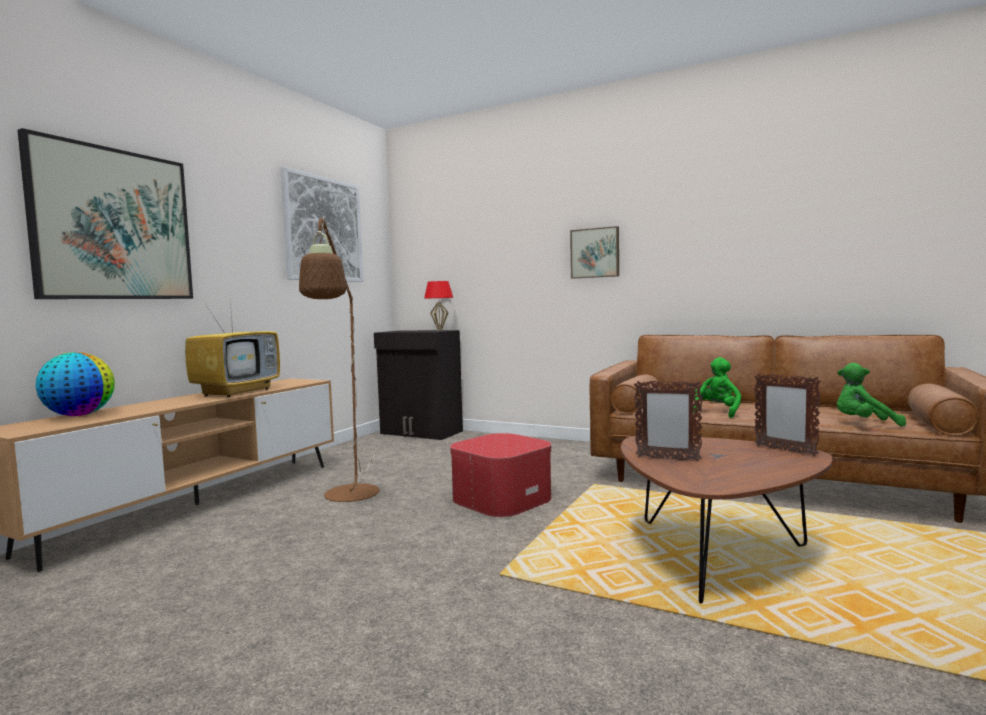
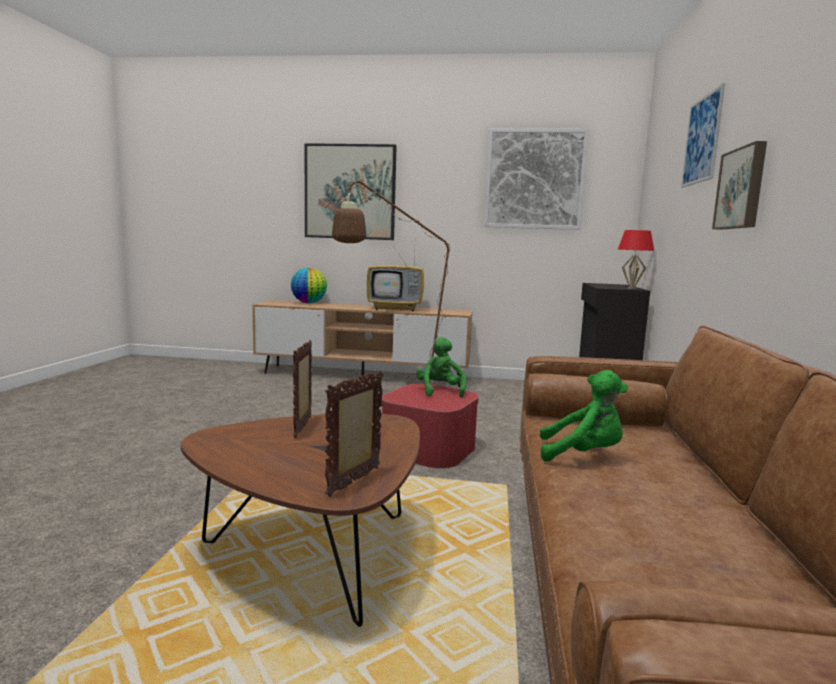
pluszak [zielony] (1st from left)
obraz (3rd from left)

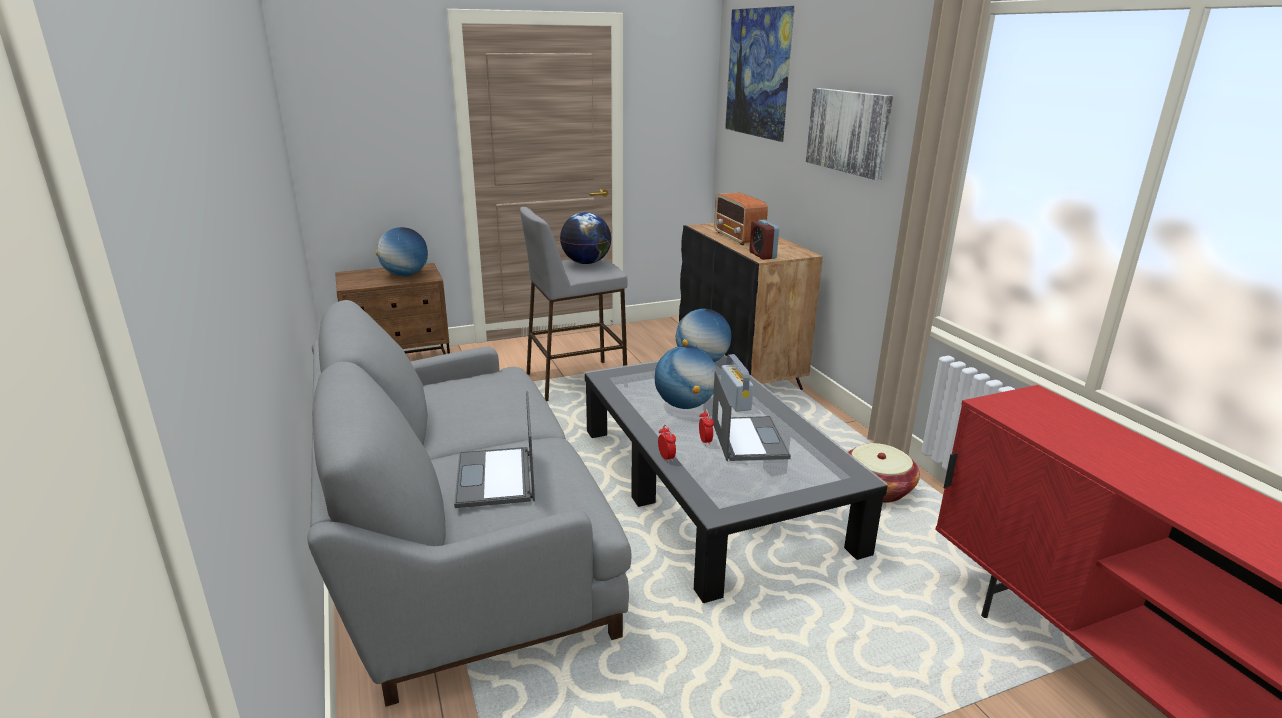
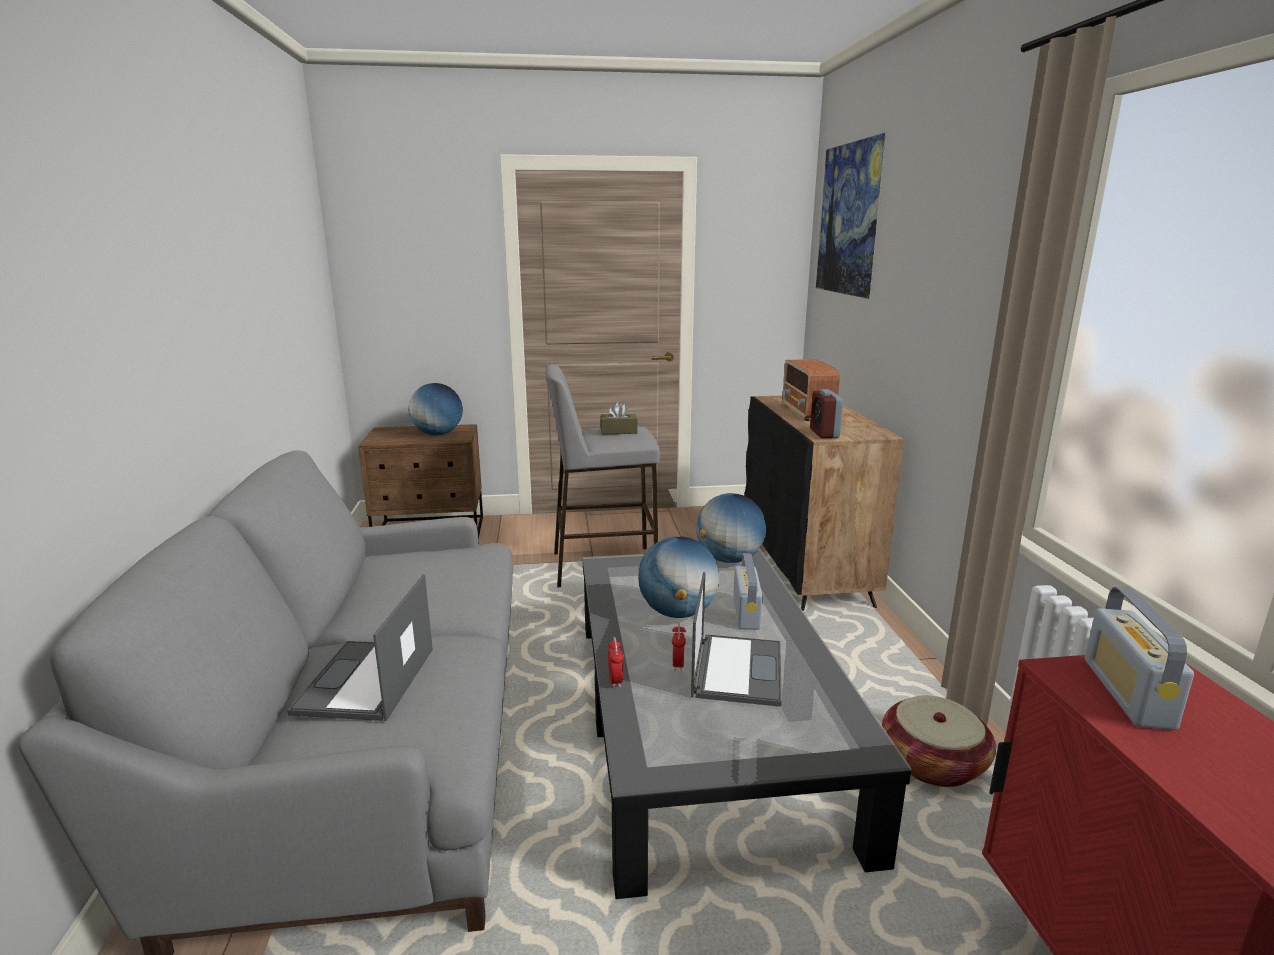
pudełko chusteczek [brązowy]
radio (3rd from left)
obraz (2nd from left in the first image)

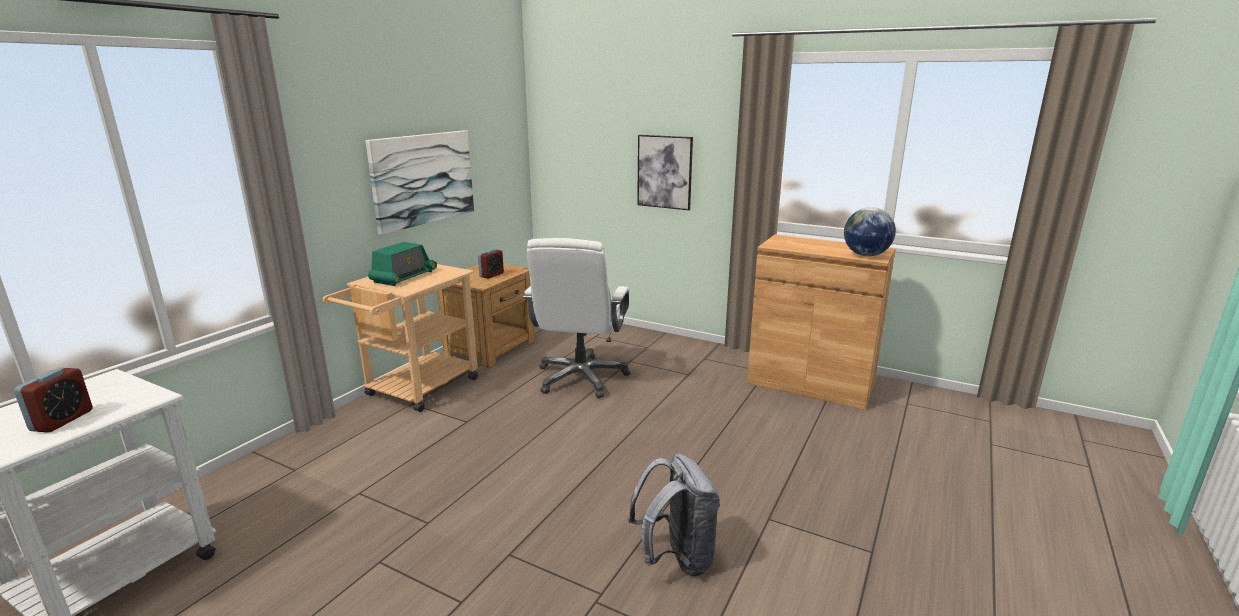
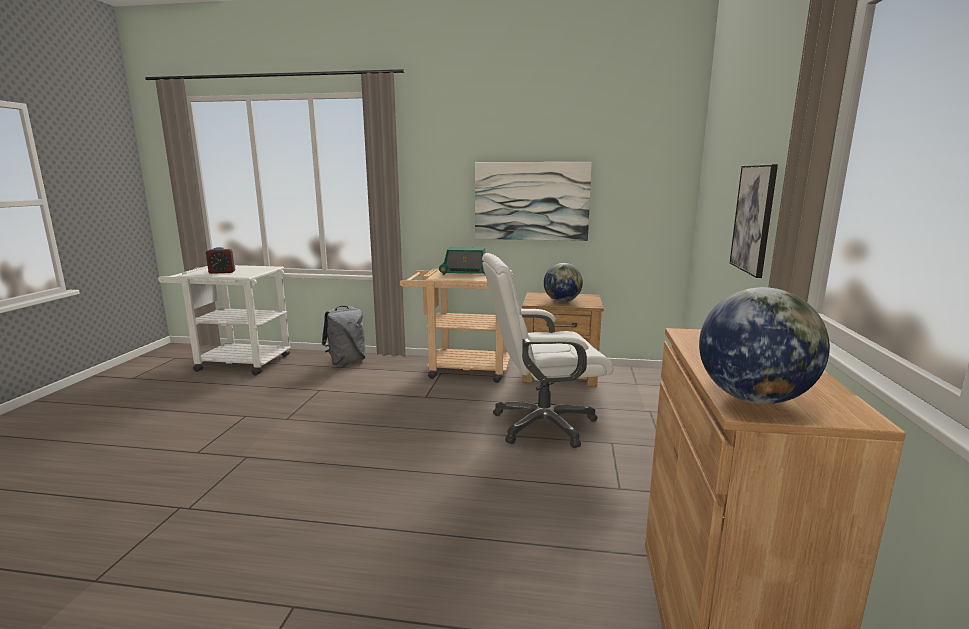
plecak [szary]
globus (1st from left)

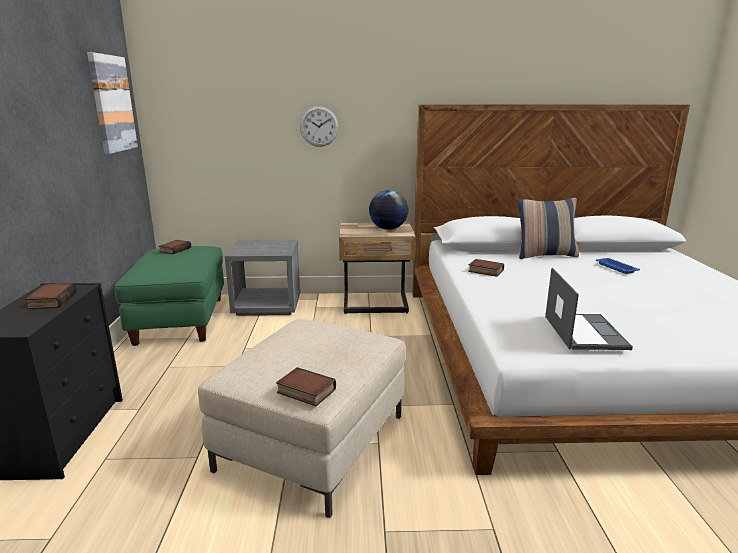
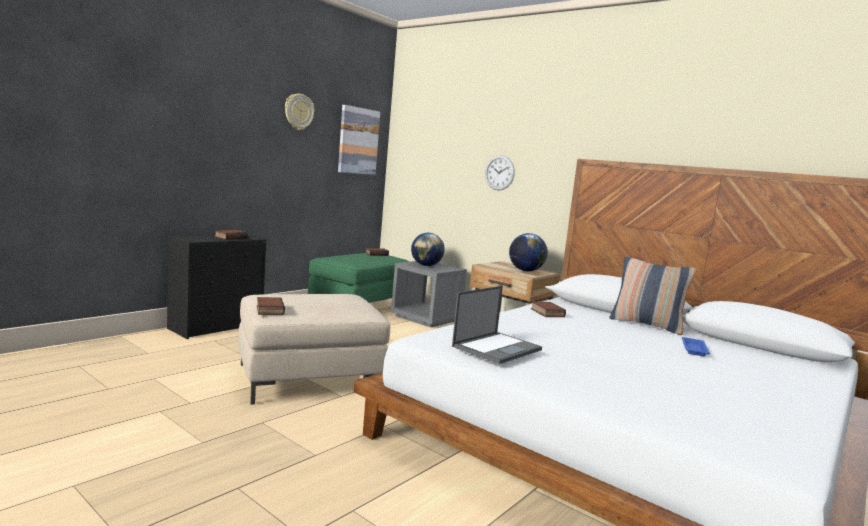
zegar ścienny (1st from left)
globus (1st from left)

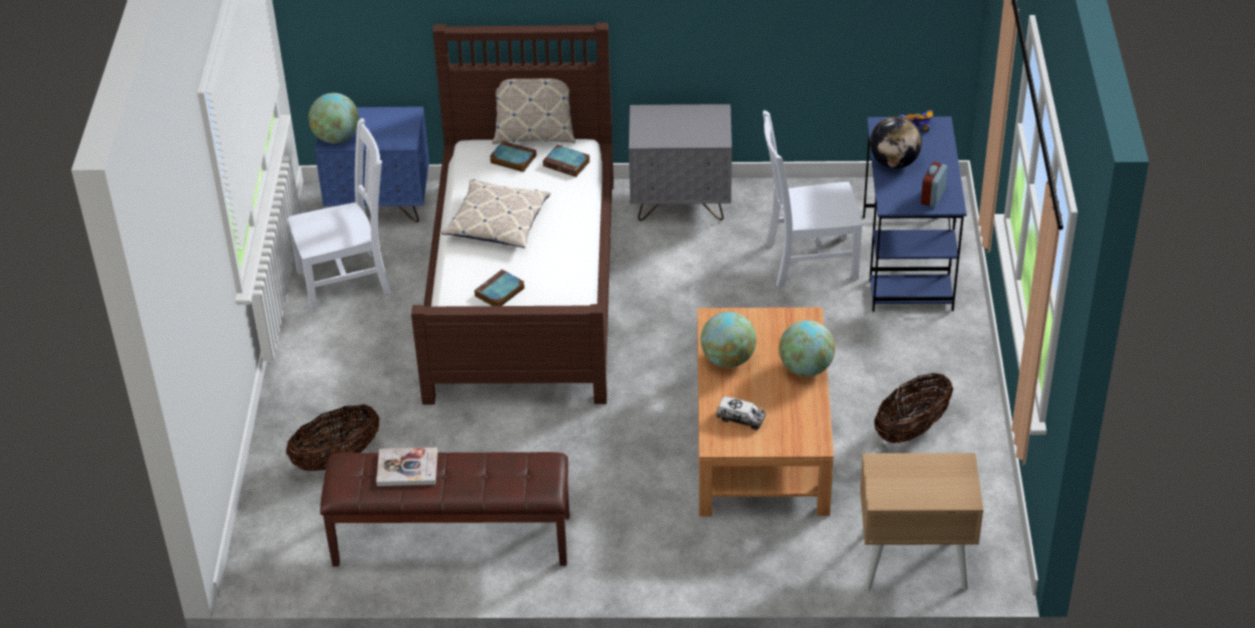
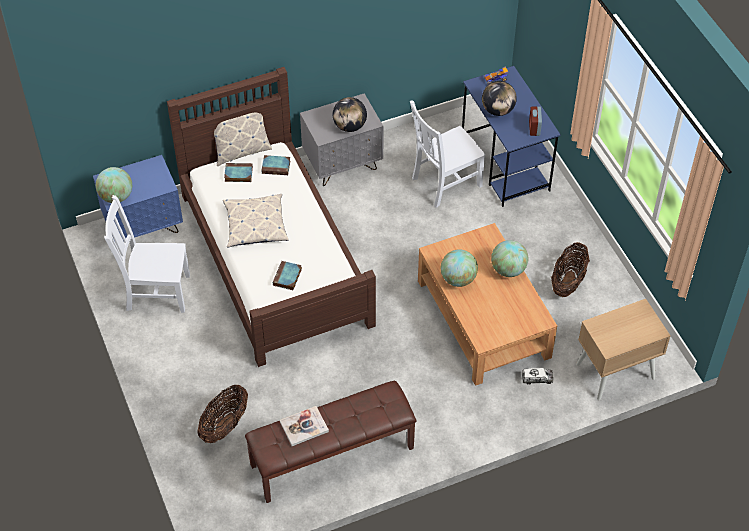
krzesło [biały] (1st from left)
globus (2nd from left)
ciężarówka zabawkowa

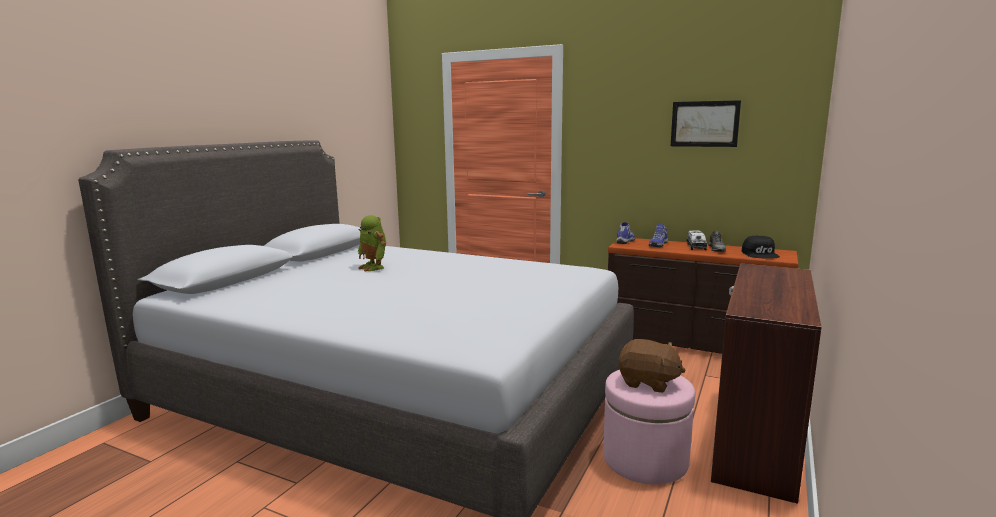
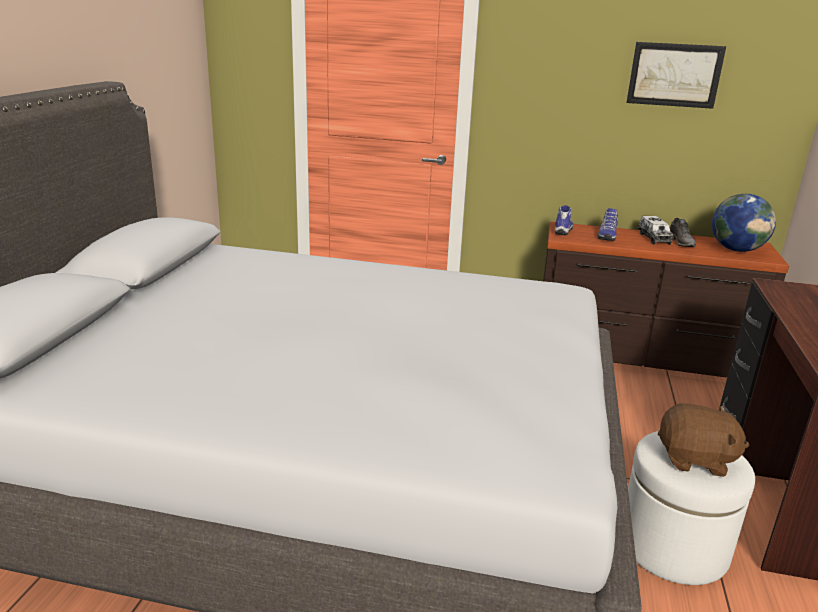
pufa [biały]
globus
robot zabawkowy

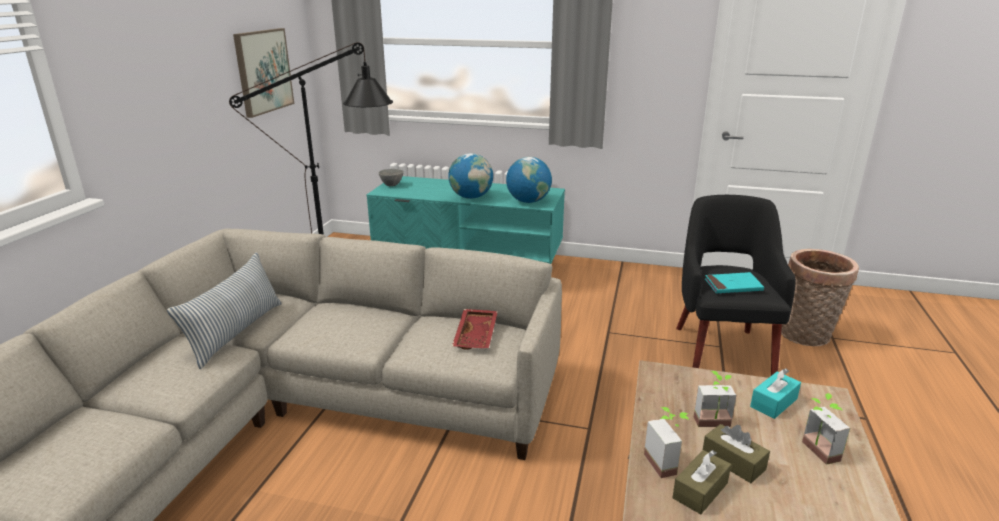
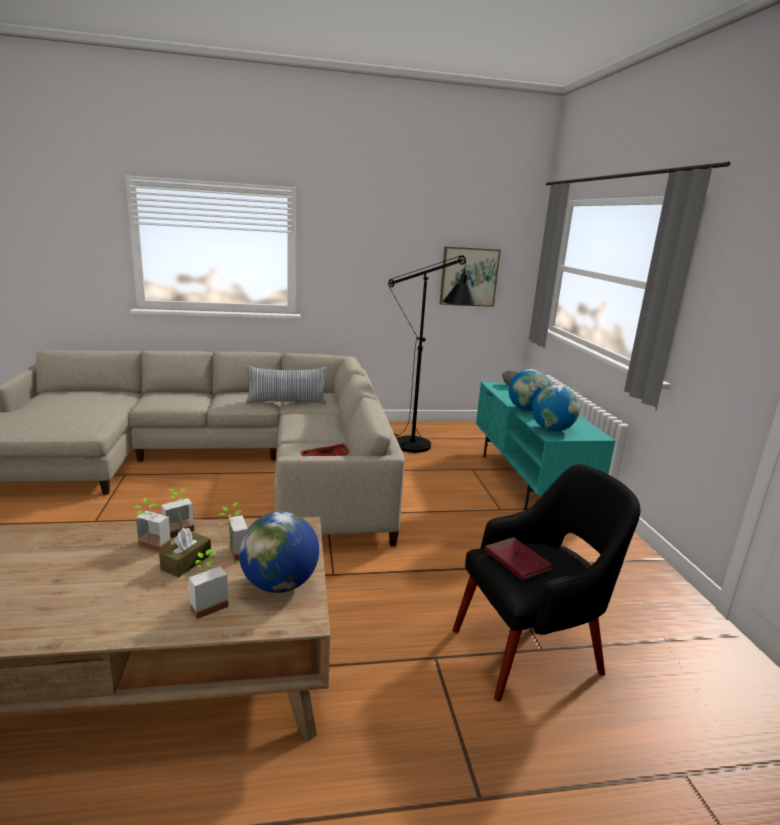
roślina doniczkowa (1st from left)
globus (1st from left)
książka [czerwony]
koszyk

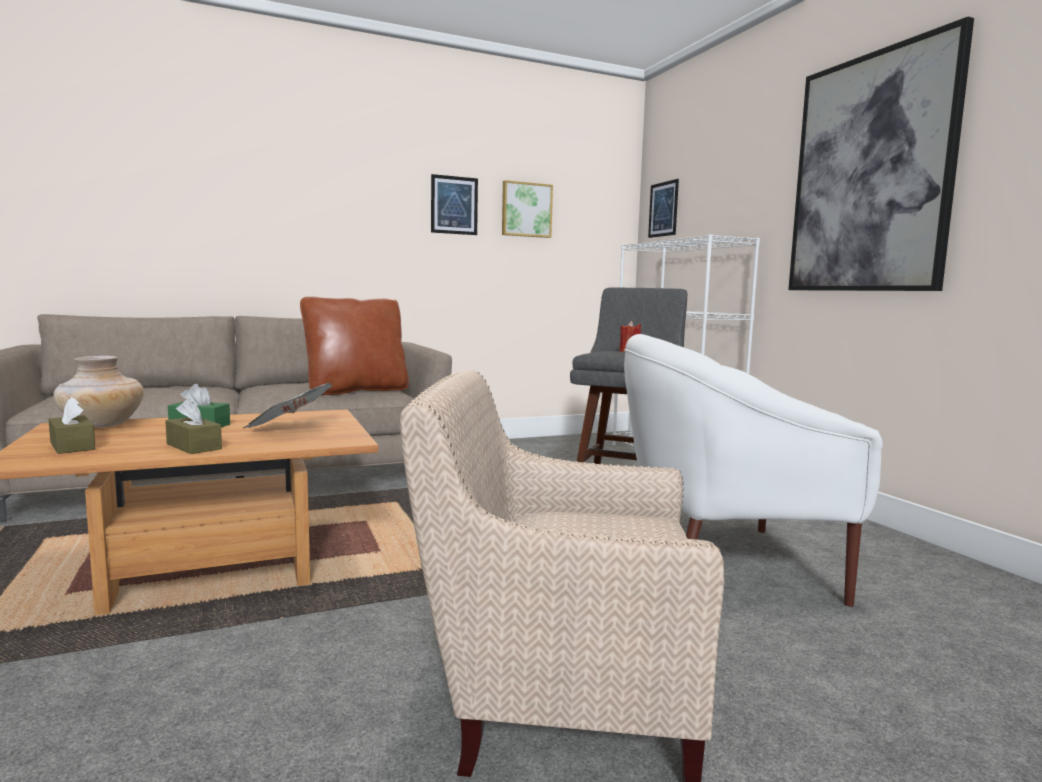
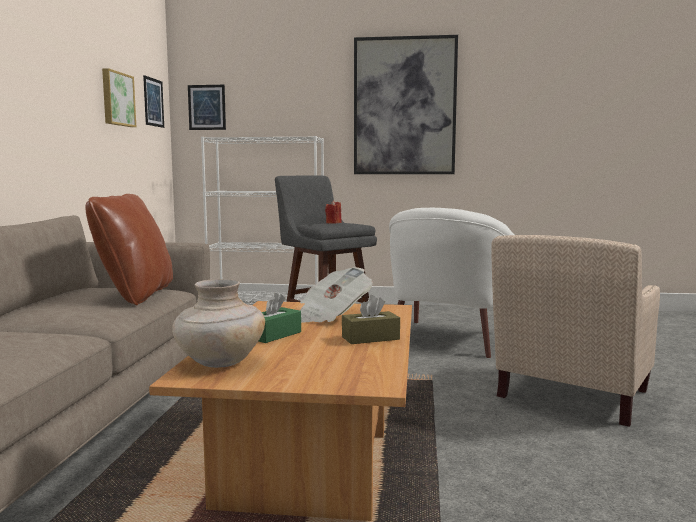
obraz (2nd from left)
pudełko chusteczek [brązowy] (1st from left in the first image)

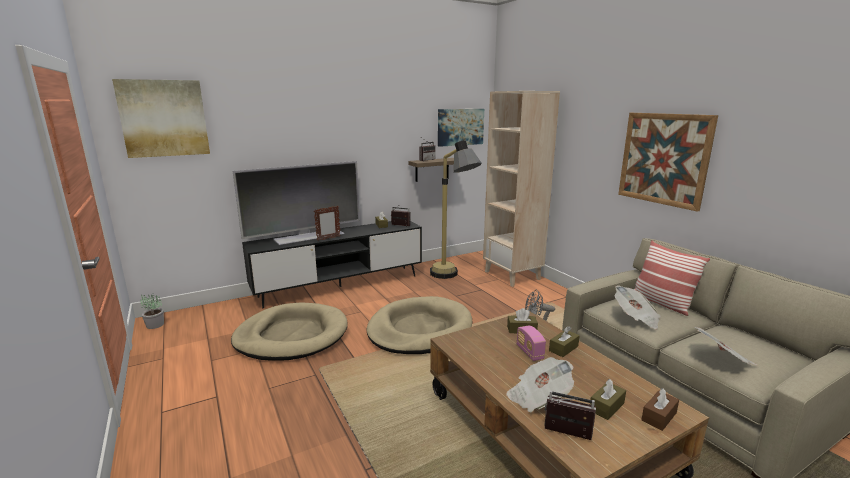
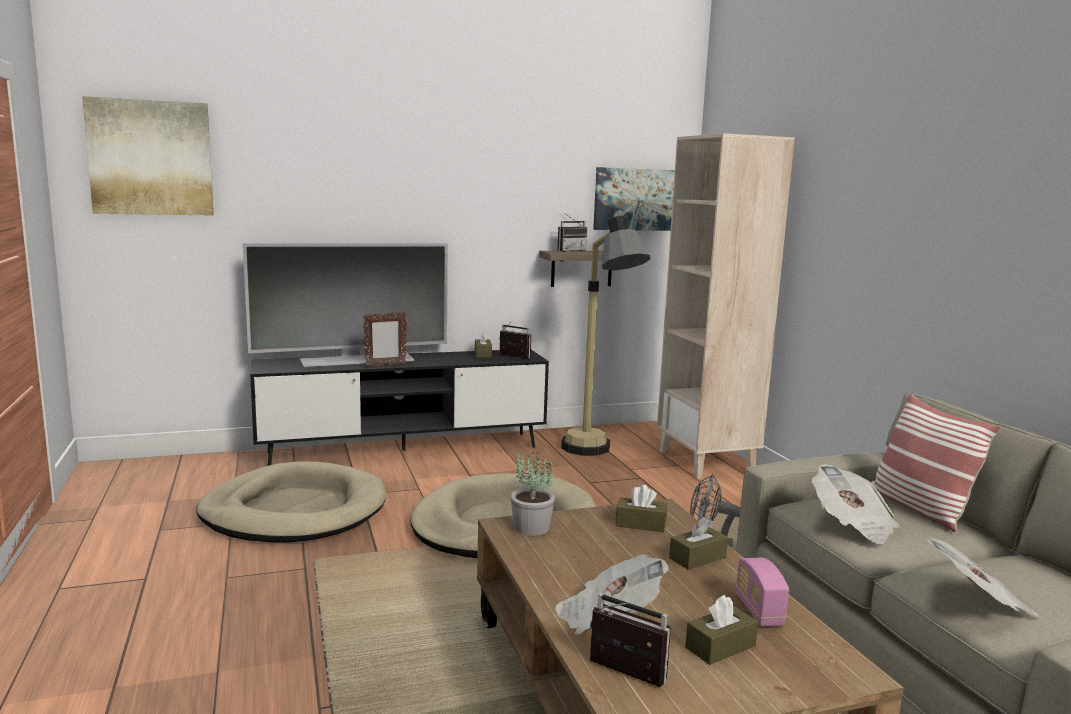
roślina doniczkowa
radio (4th from left)
obraz (3rd from left in the first image)
pudełko chusteczek [brązowy] (5th from left in the first image)

